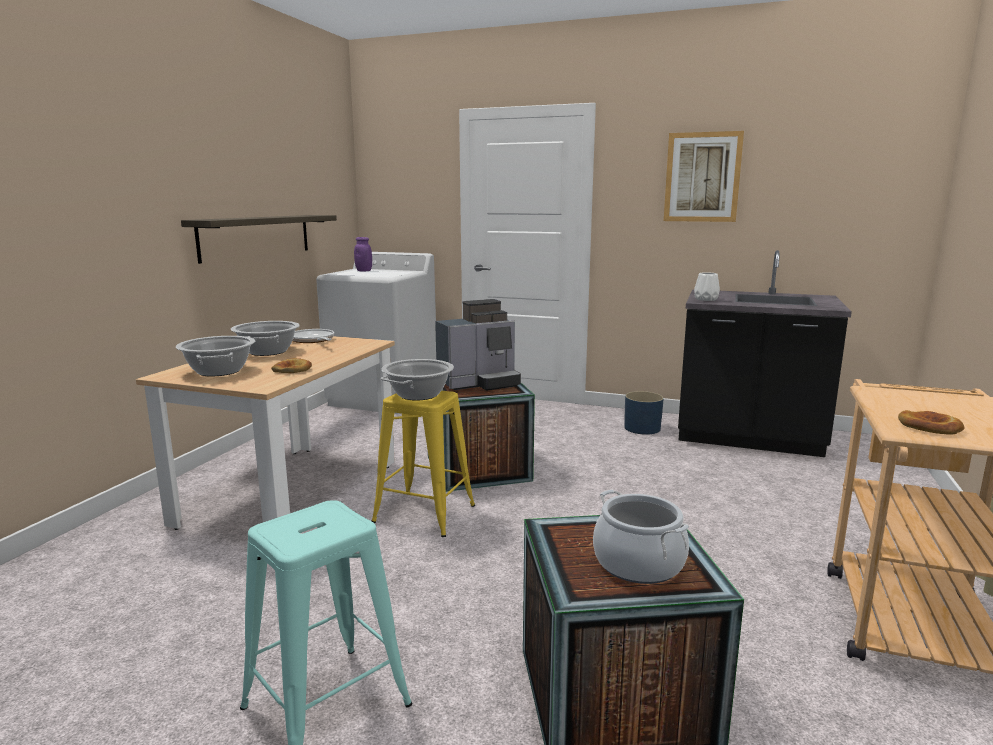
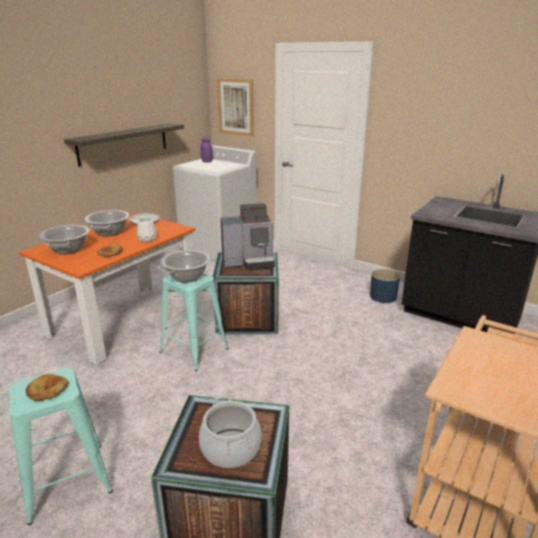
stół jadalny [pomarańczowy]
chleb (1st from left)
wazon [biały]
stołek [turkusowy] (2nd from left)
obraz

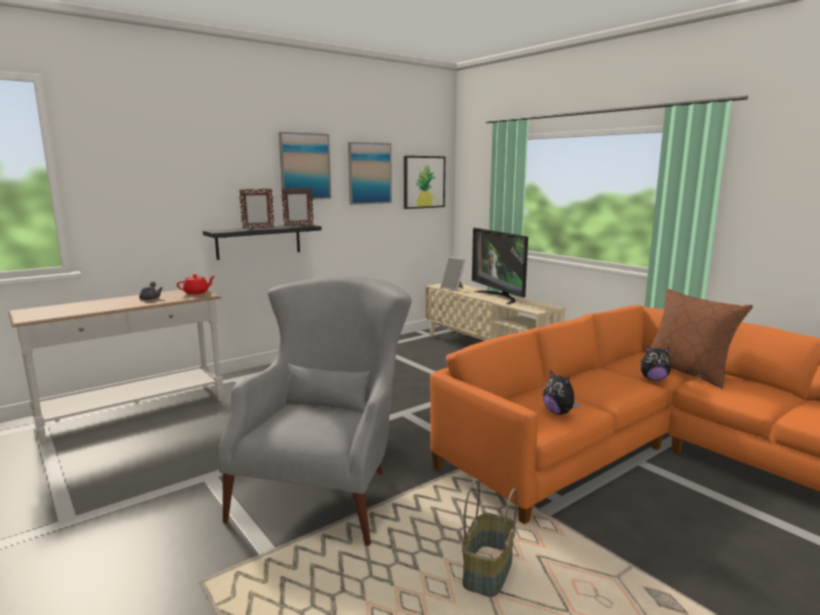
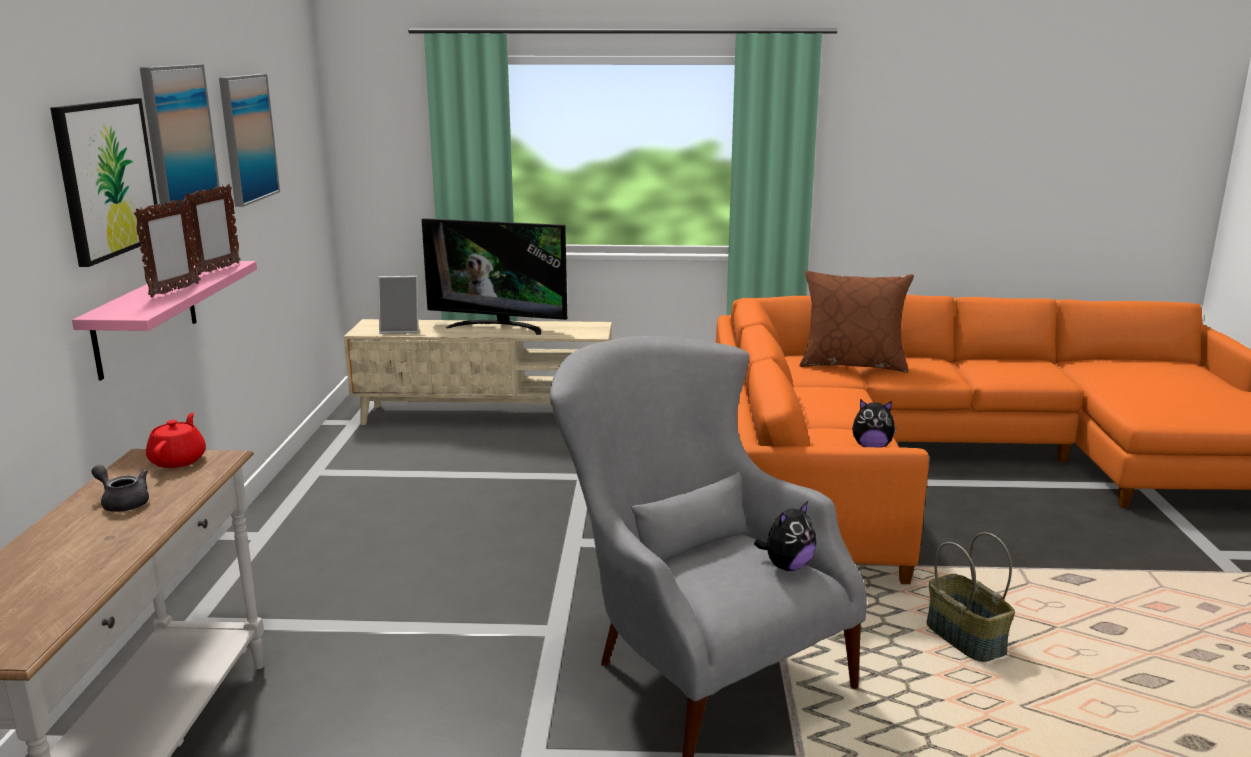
obraz (1st from left)
półka [różowy]
pluszak (1st from left)

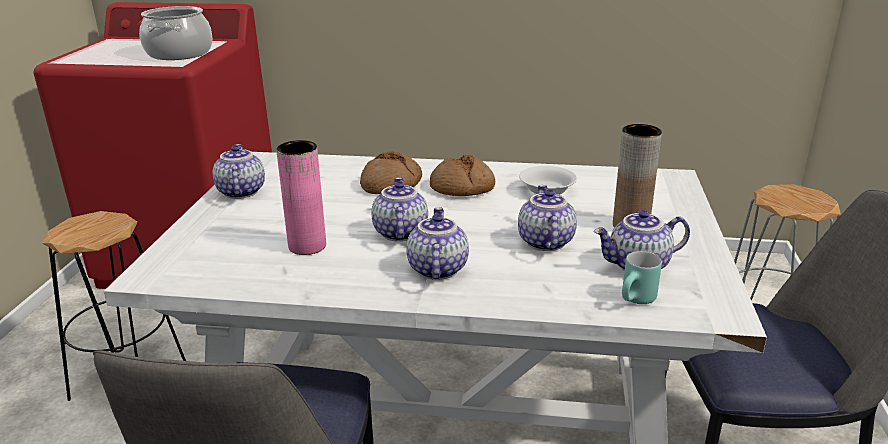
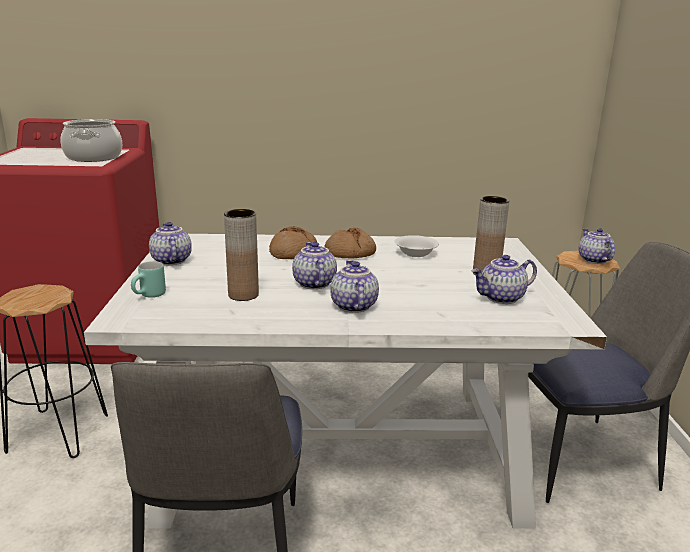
kubek [turkusowy]
wazon [brązowy] (1st from left)
imbryk (5th from left)

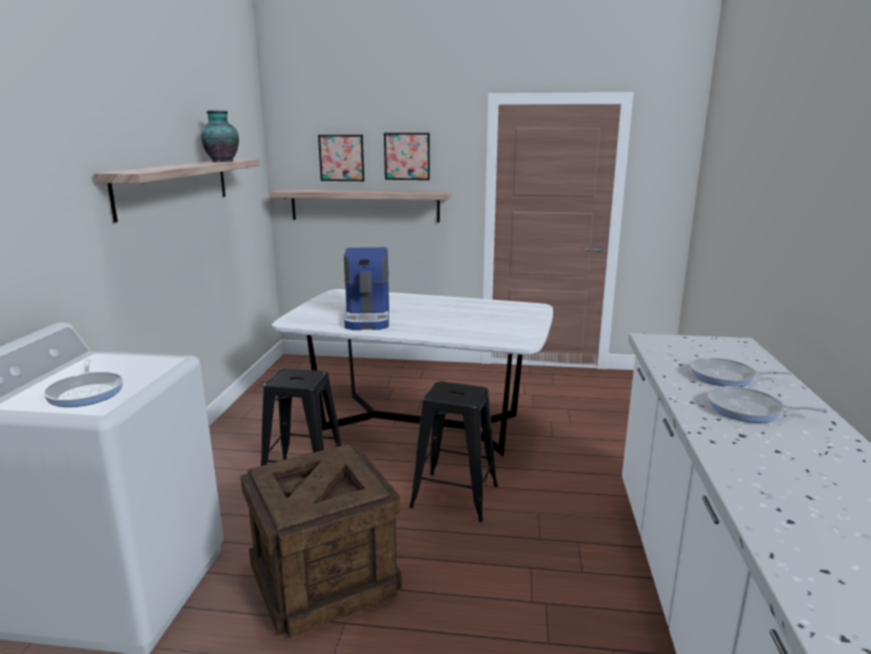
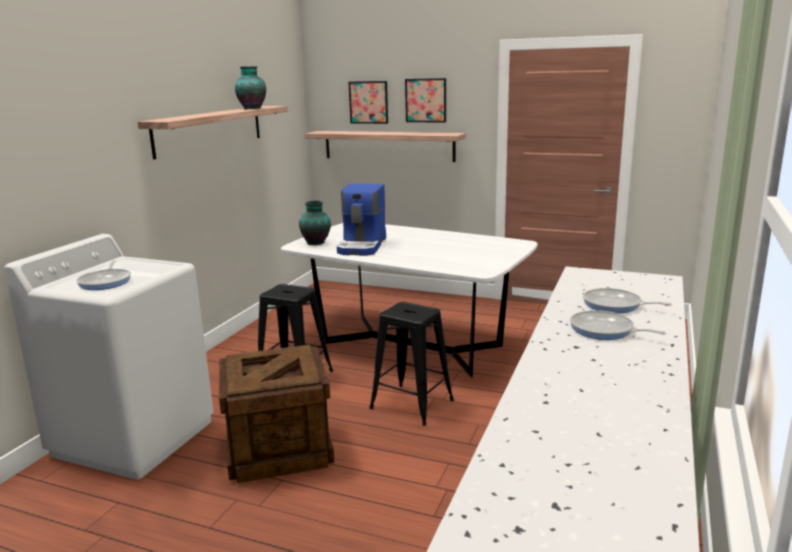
wazon (2nd from left)

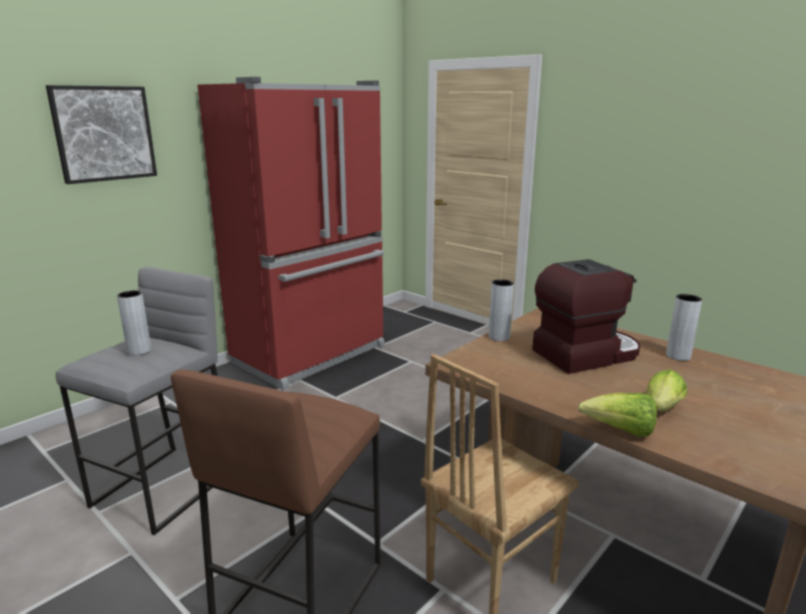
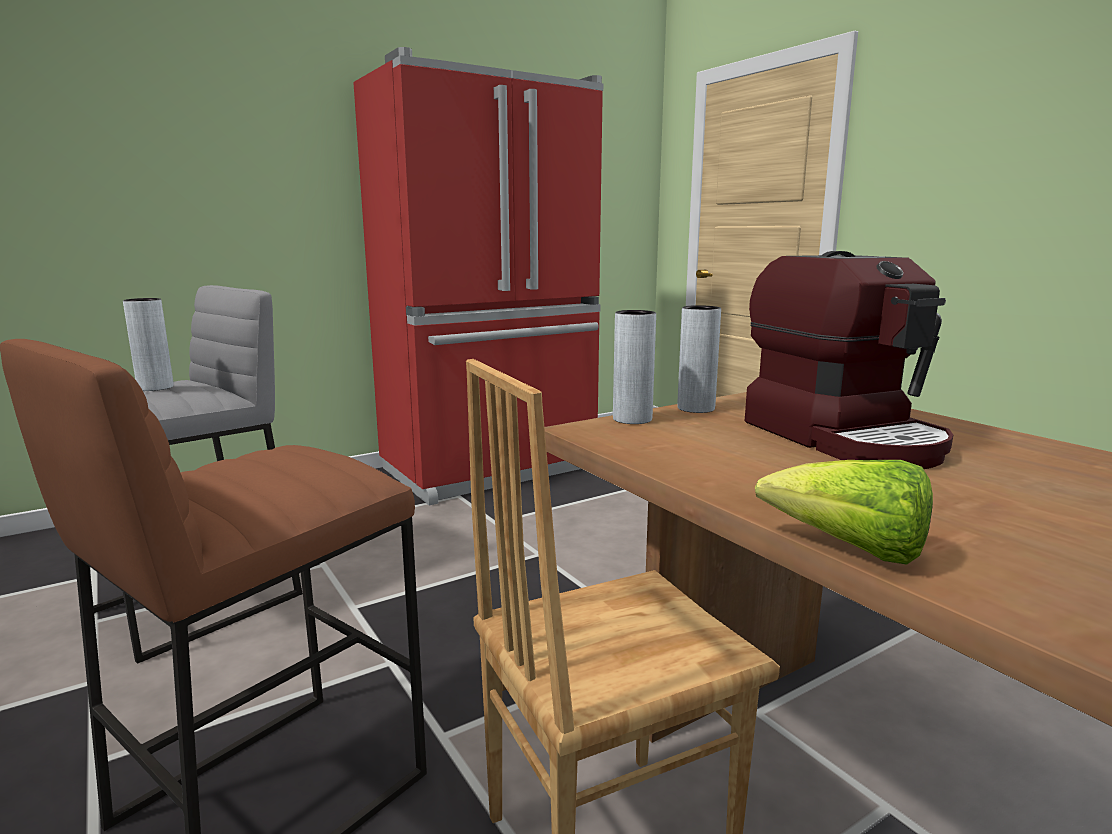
wazon [szary] (2nd from left)
ekspres do kawy
obraz
sałata (2nd from left in the first image)

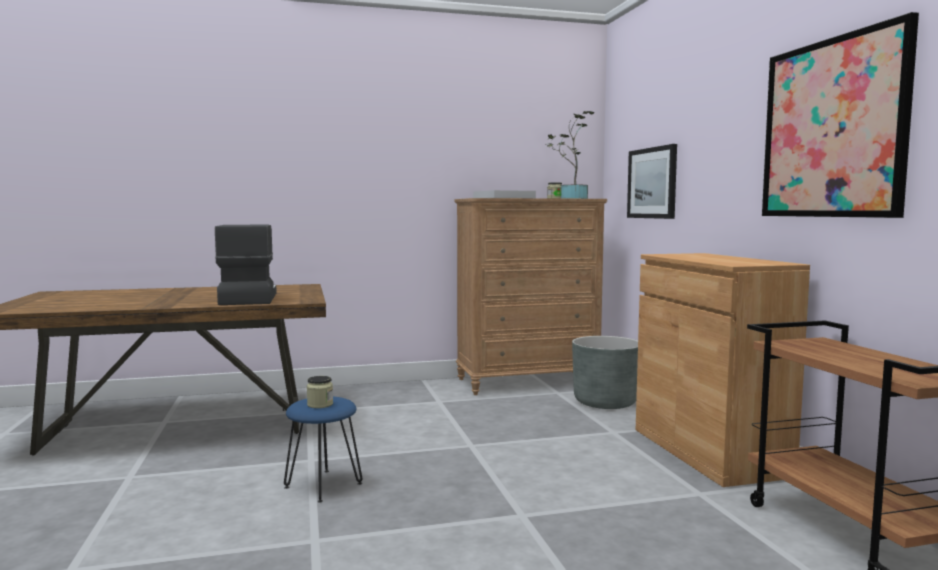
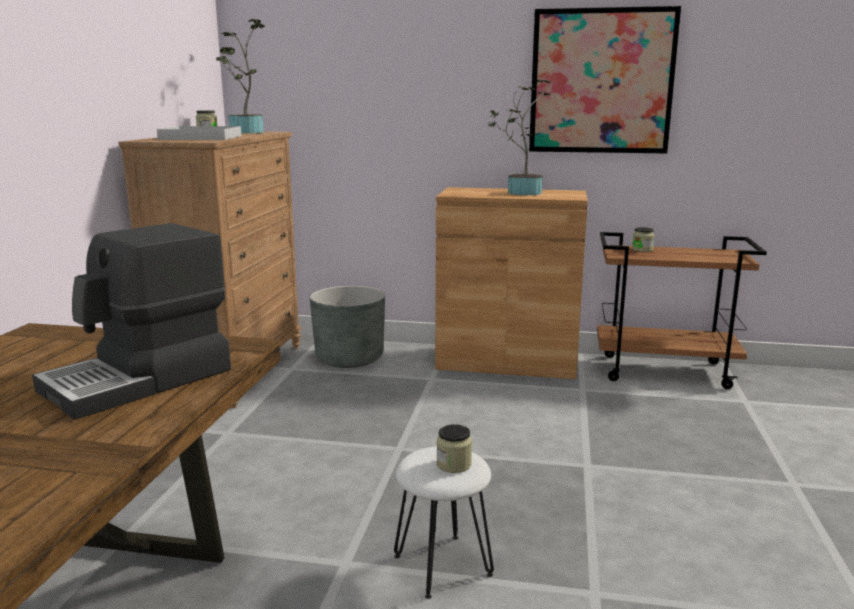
ekspres do kawy
stołek [biały]
roślina doniczkowa (2nd from left)
słoik (3rd from left)
obraz (1st from left in the first image)

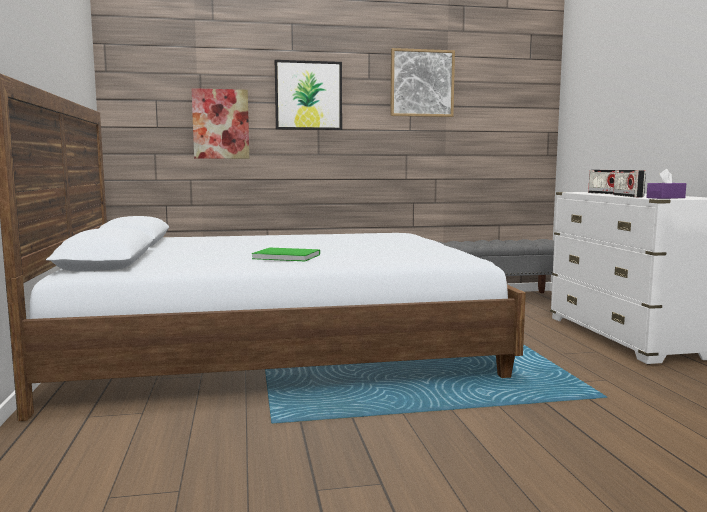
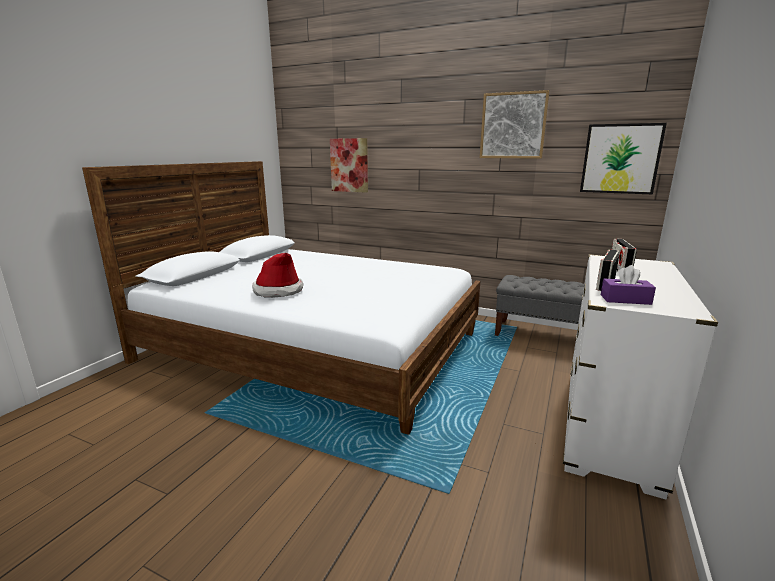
kapelusz
obraz (3rd from left)

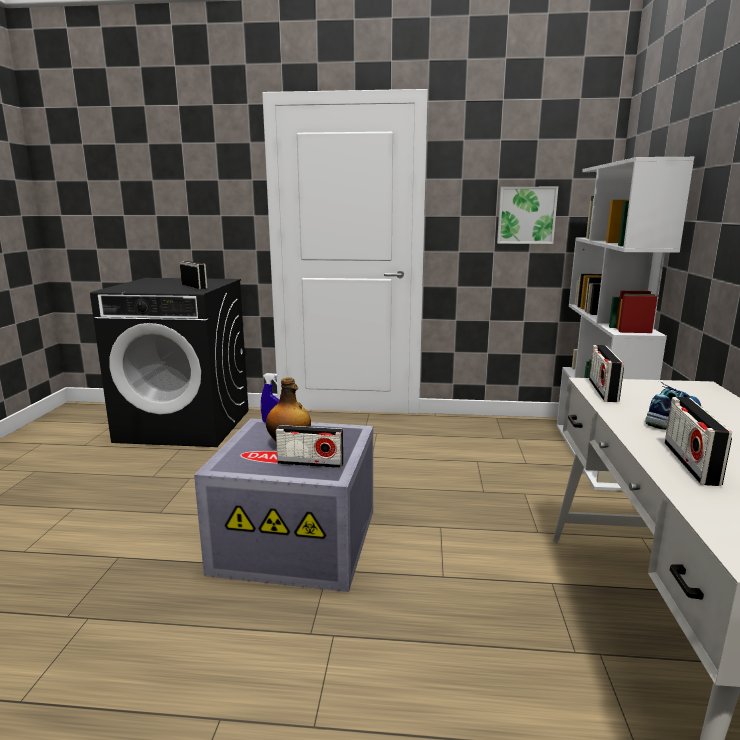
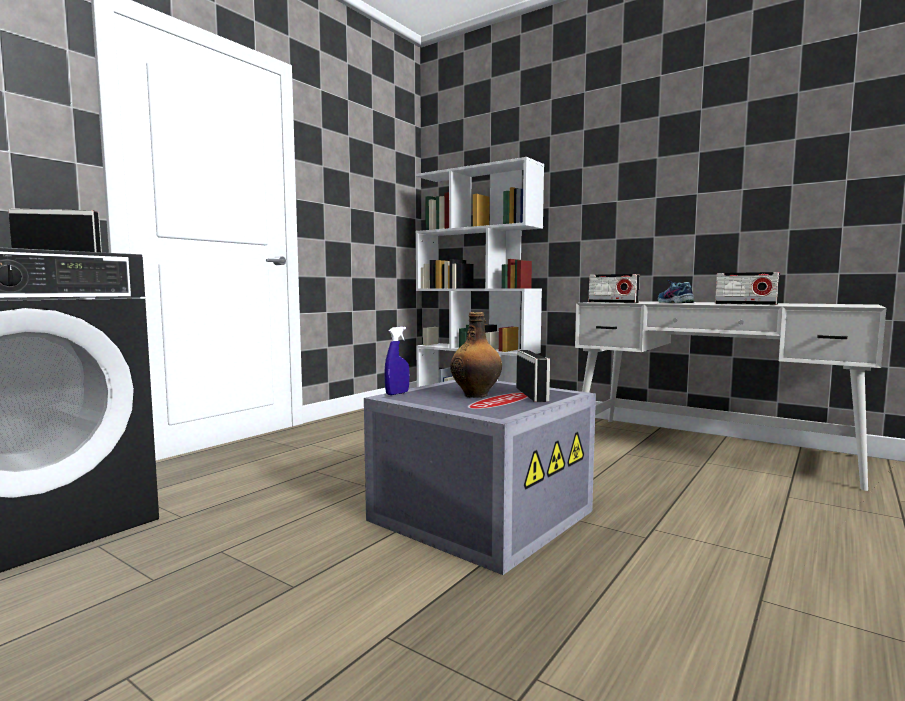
radio (2nd from left)
obraz

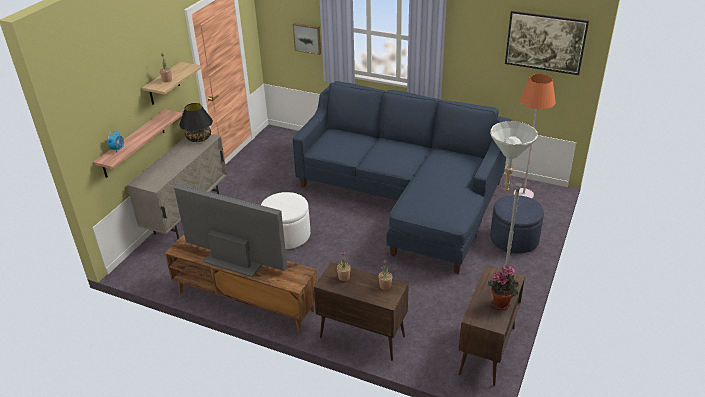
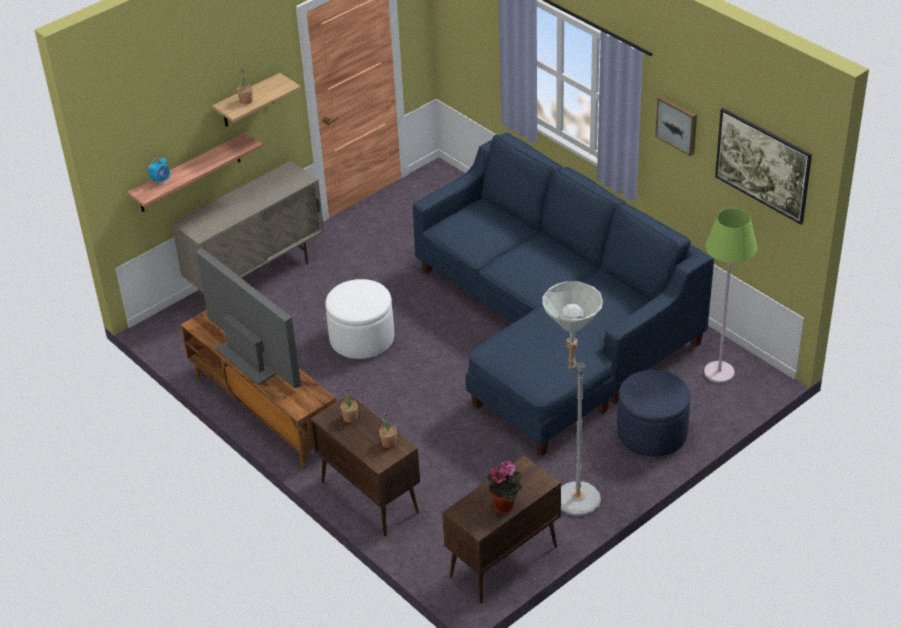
obraz (1st from left)
lampa stojąca [zielony]
lampa stołowa [czarny]

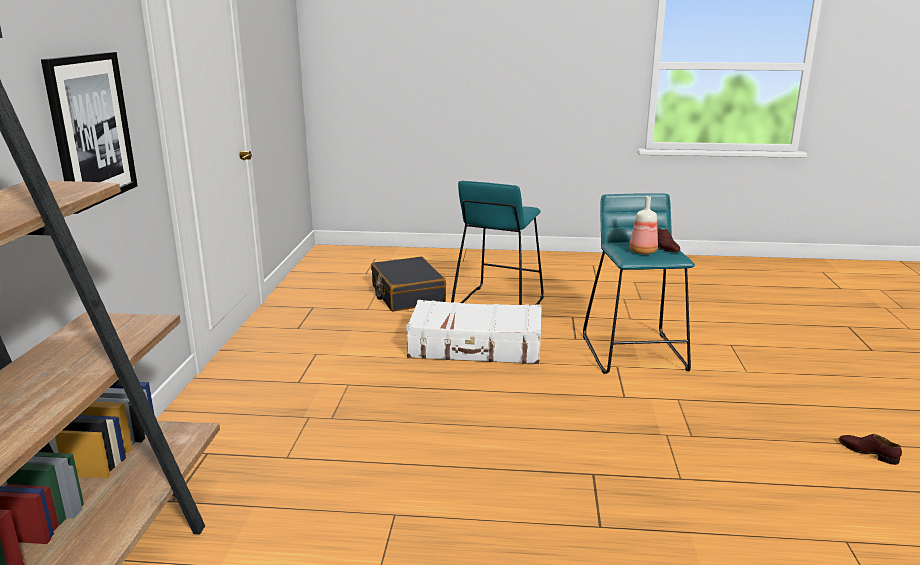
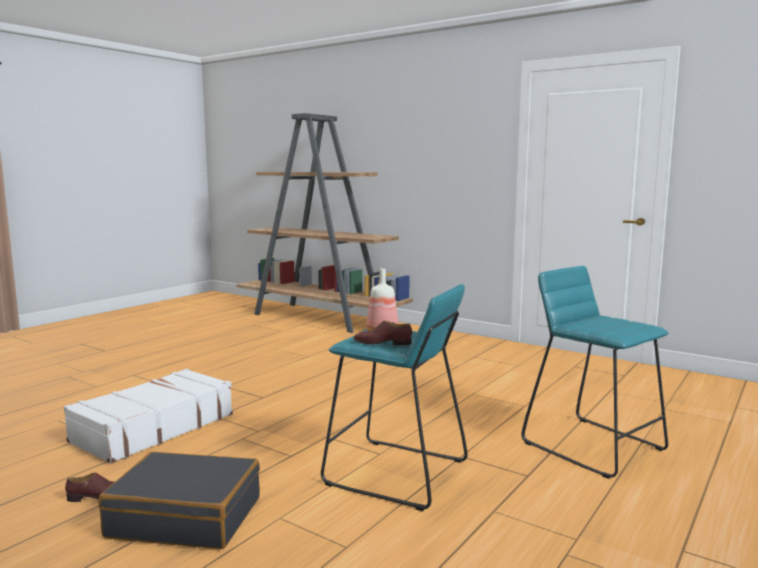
walizka [biały]
walizka [czarny]
obraz

